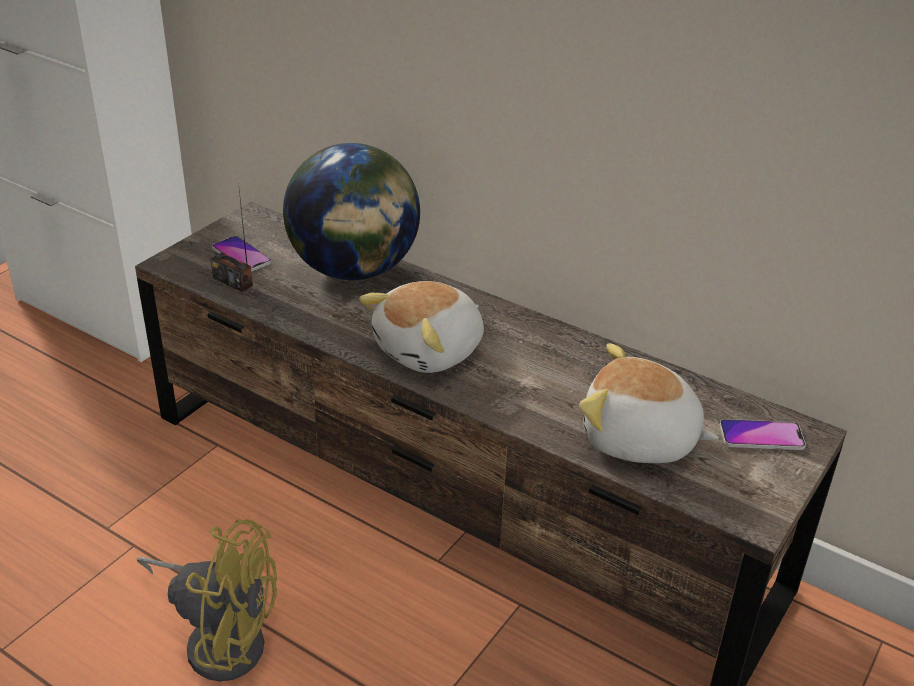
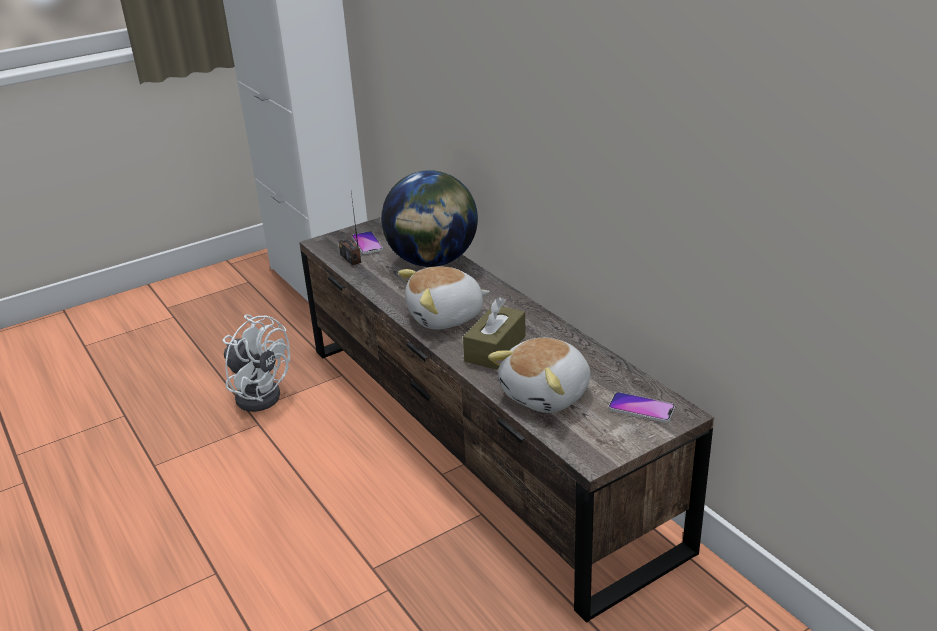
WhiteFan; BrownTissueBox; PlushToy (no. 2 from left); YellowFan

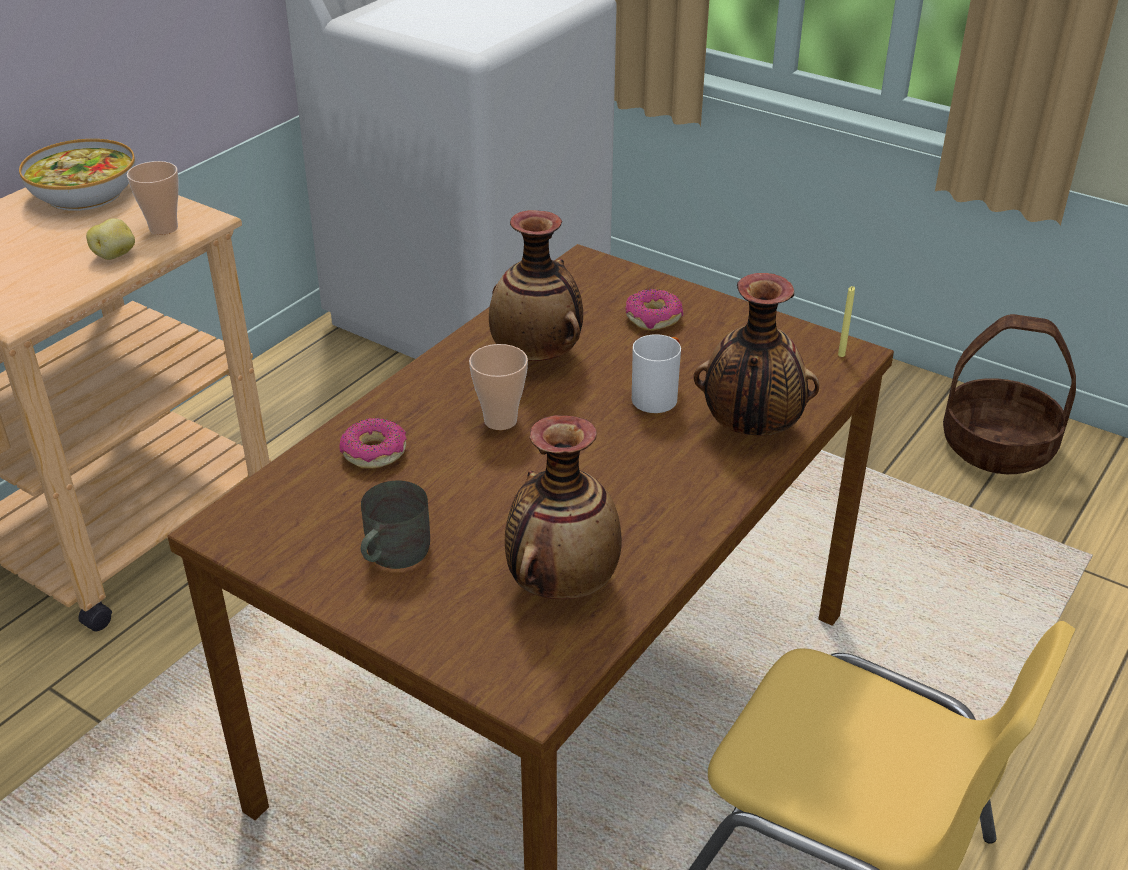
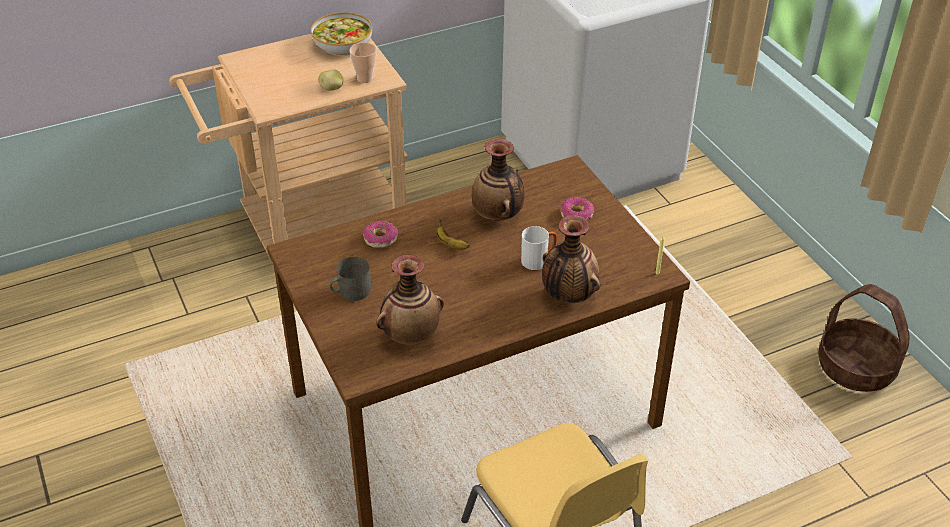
Banana

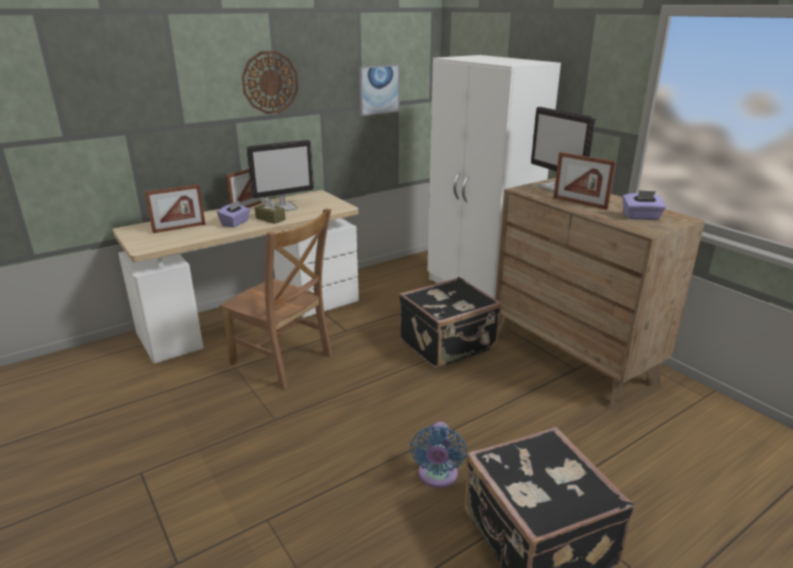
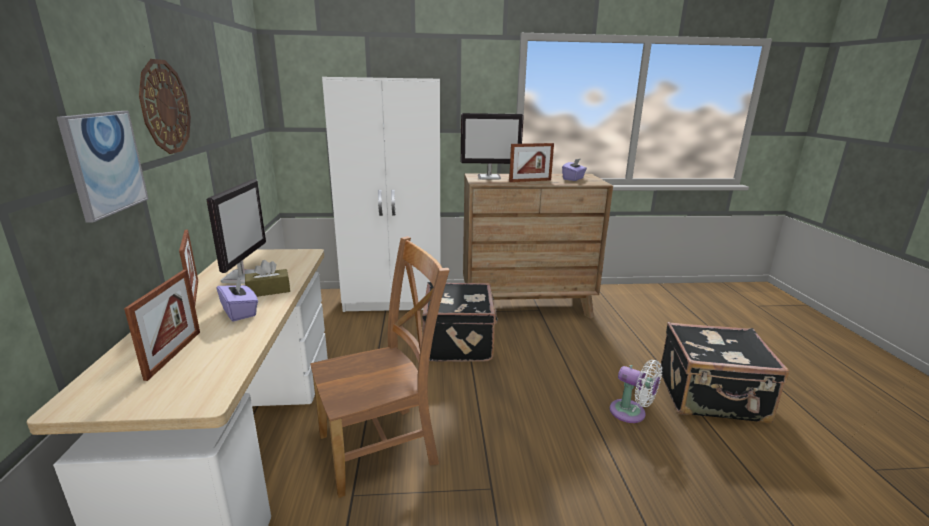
Picture; WhiteFan

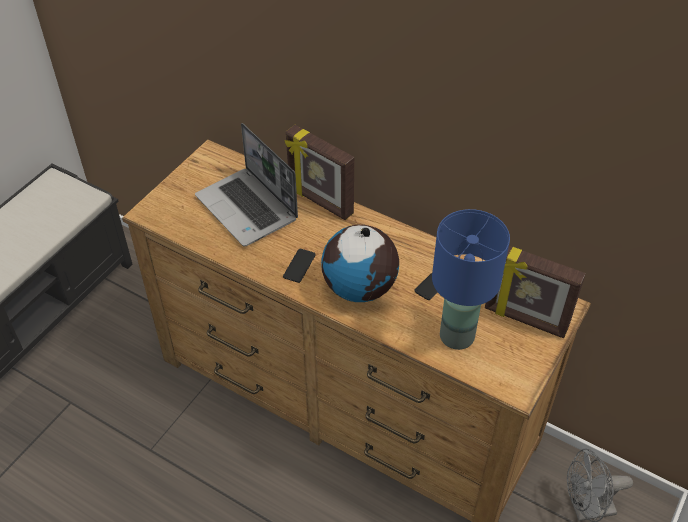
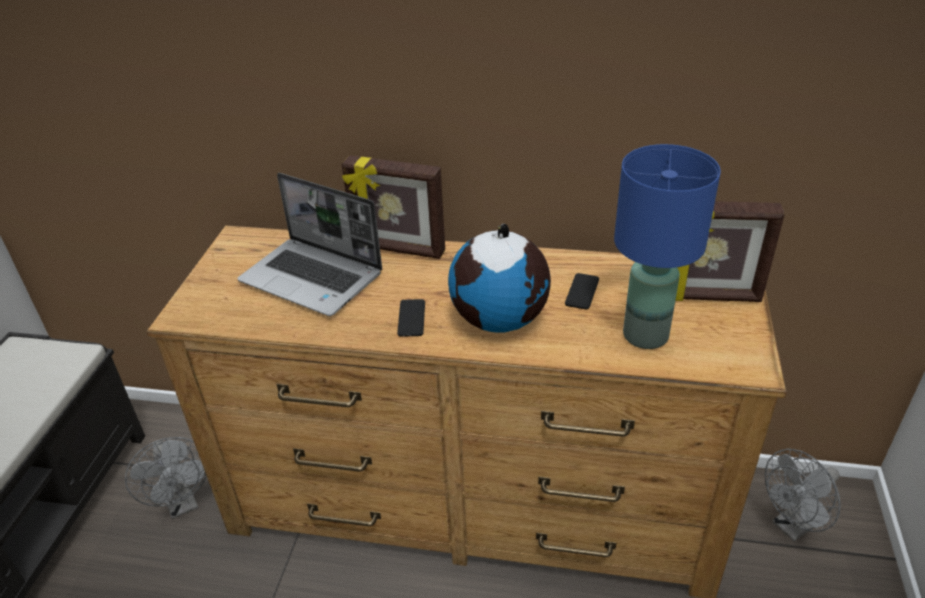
GreyFan (no. 1 from left)

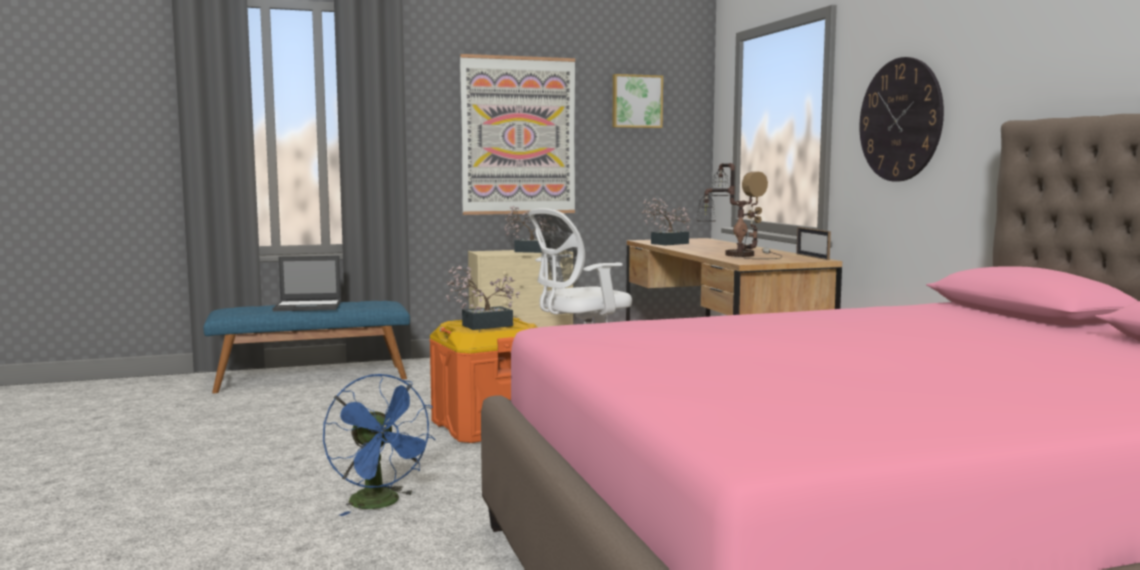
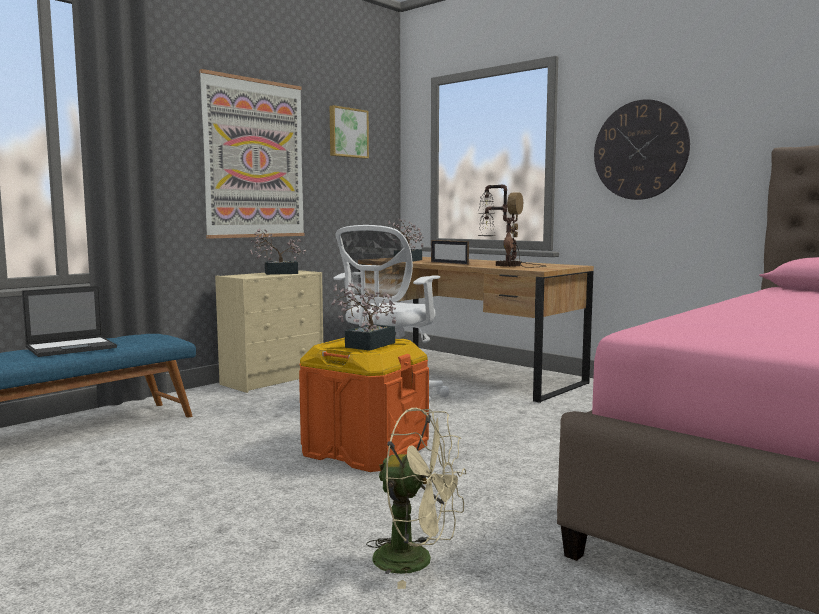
BeigeFan; PictureFrame

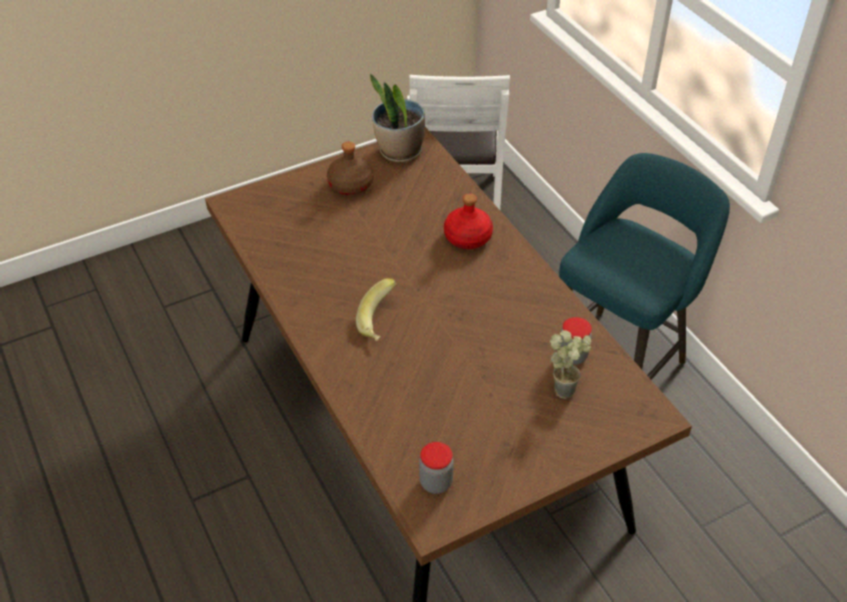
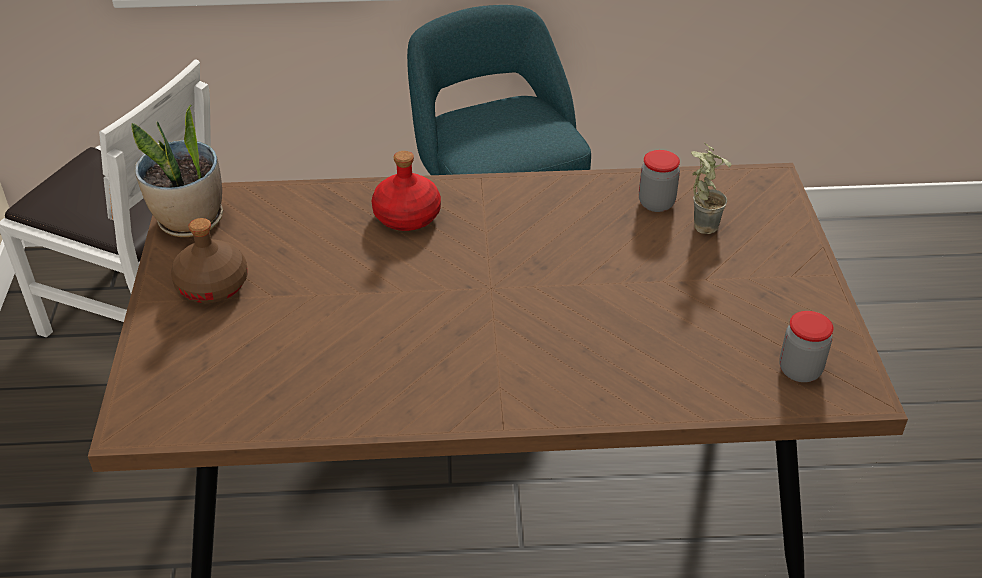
Banana

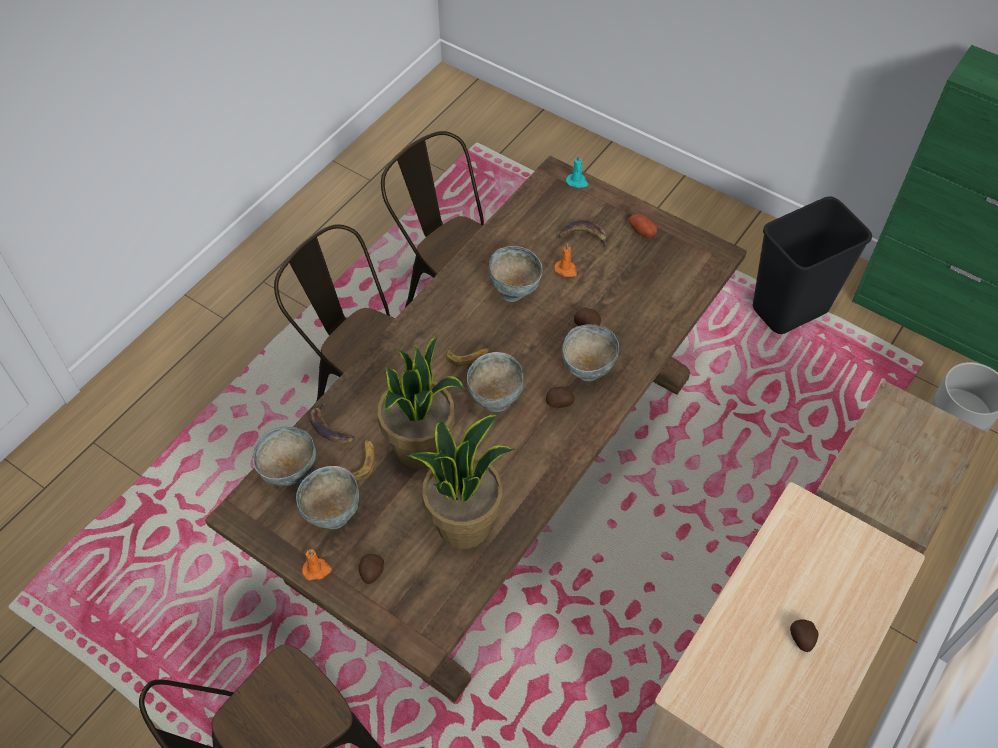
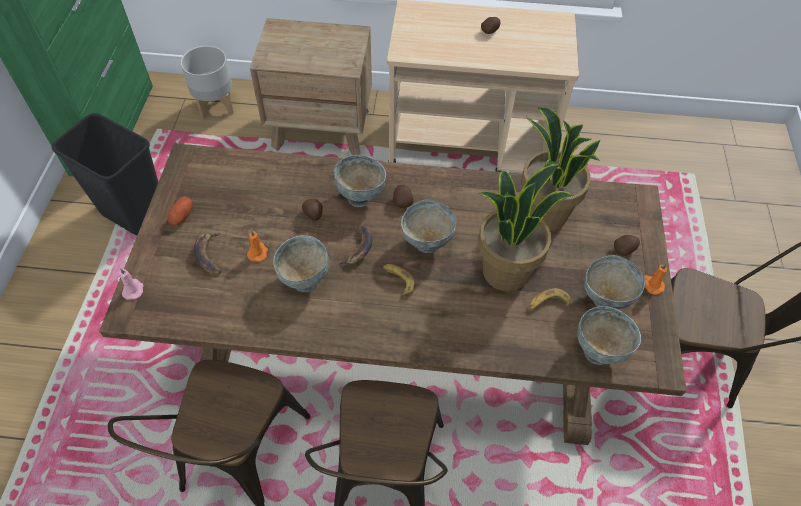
PinkCandle; Banana (no. 2 from left)

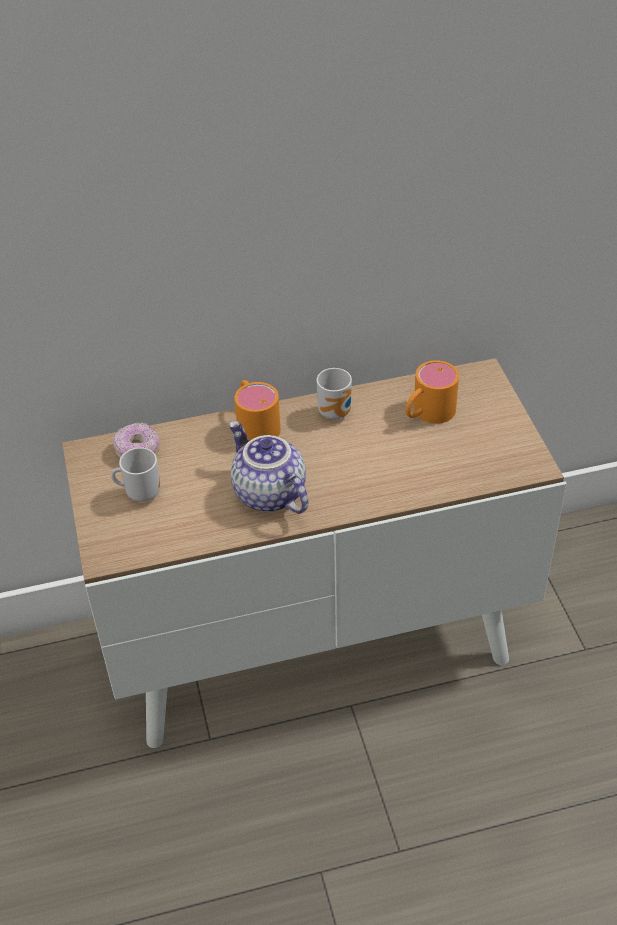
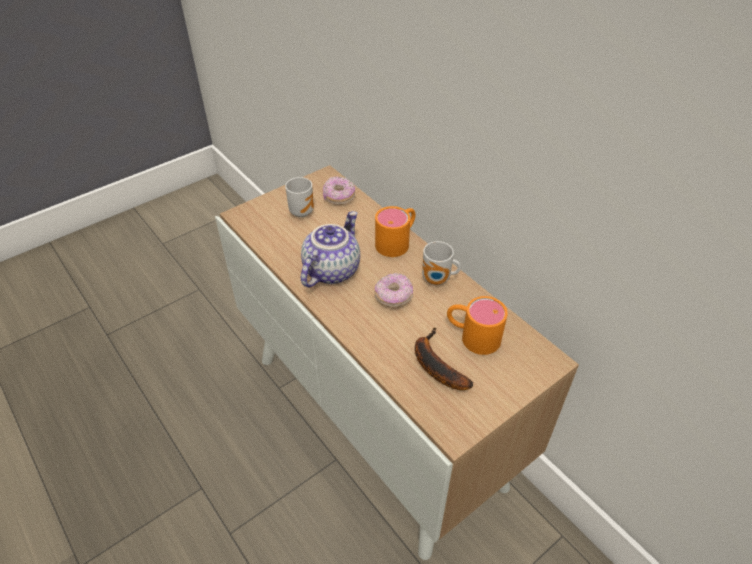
Donut (no. 2 from left); Banana

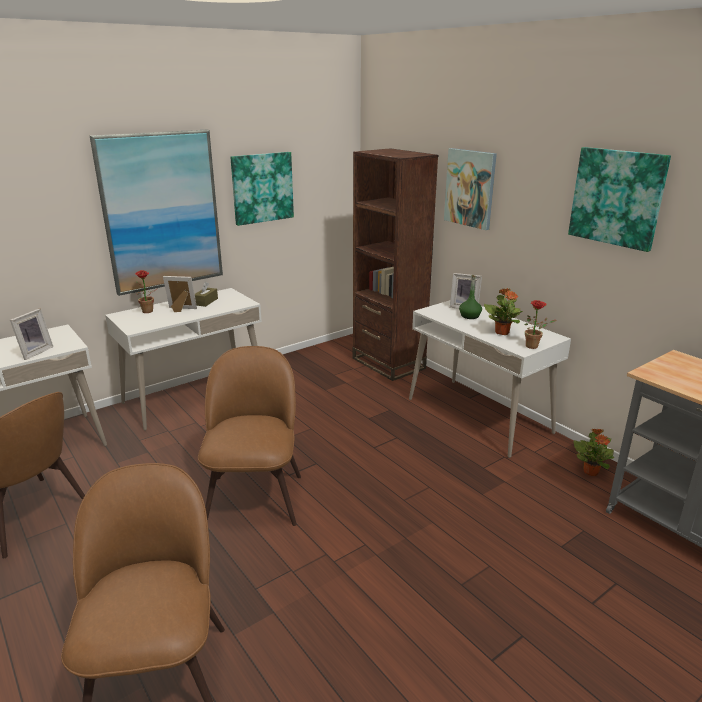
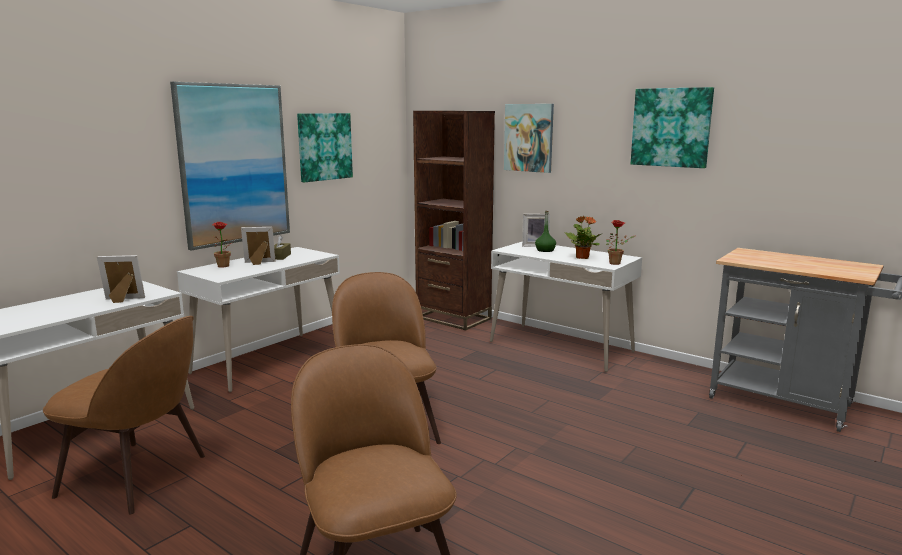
PictureFrame (no. 1 from left); PottedPlant (no. 4 from left in the first image)

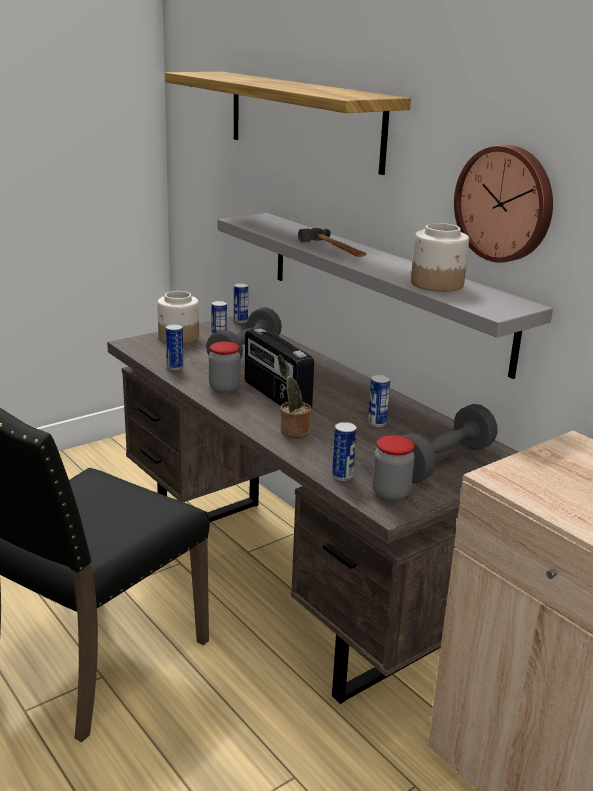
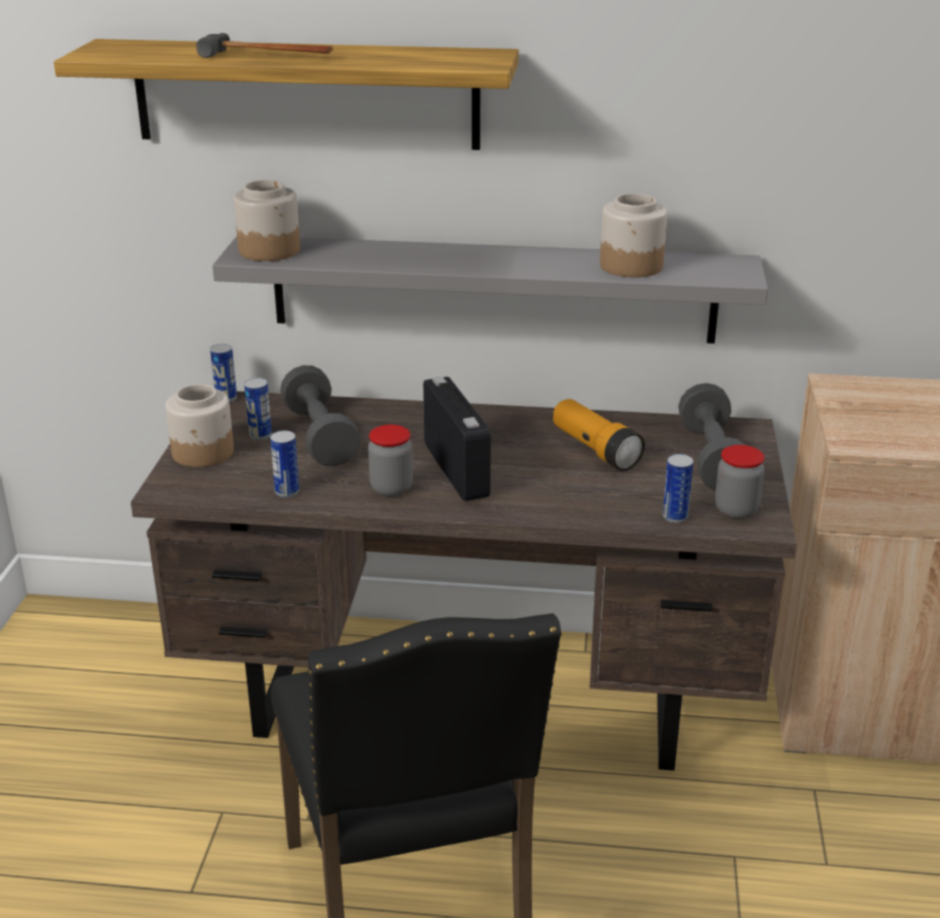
Hammer; Jar (no. 2 from left); Radio; Flashlight; PottedPlant; WallClock

